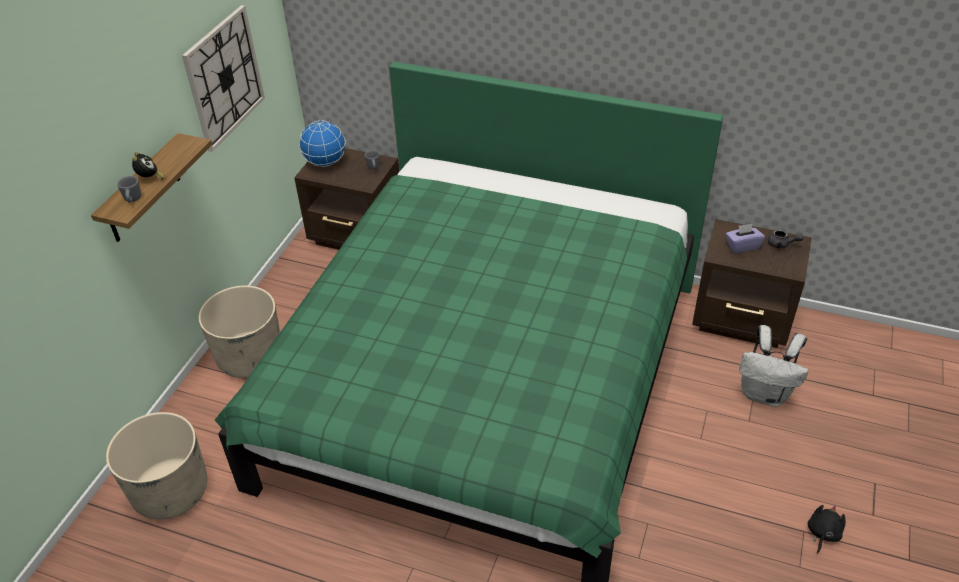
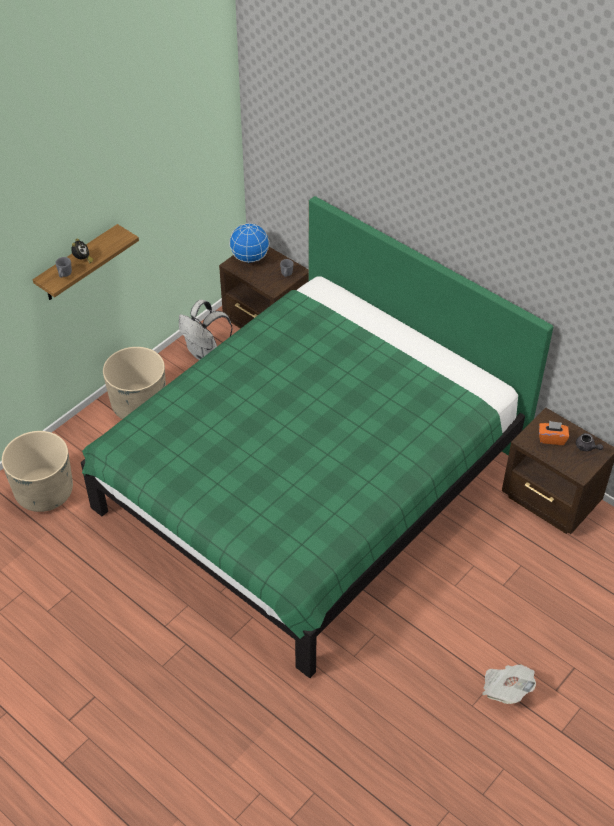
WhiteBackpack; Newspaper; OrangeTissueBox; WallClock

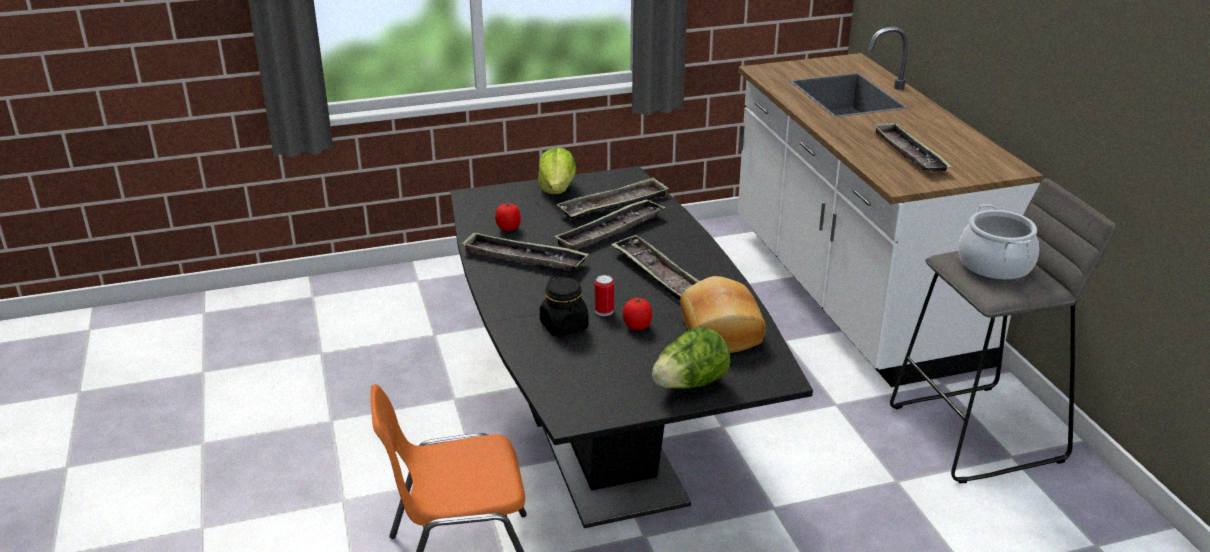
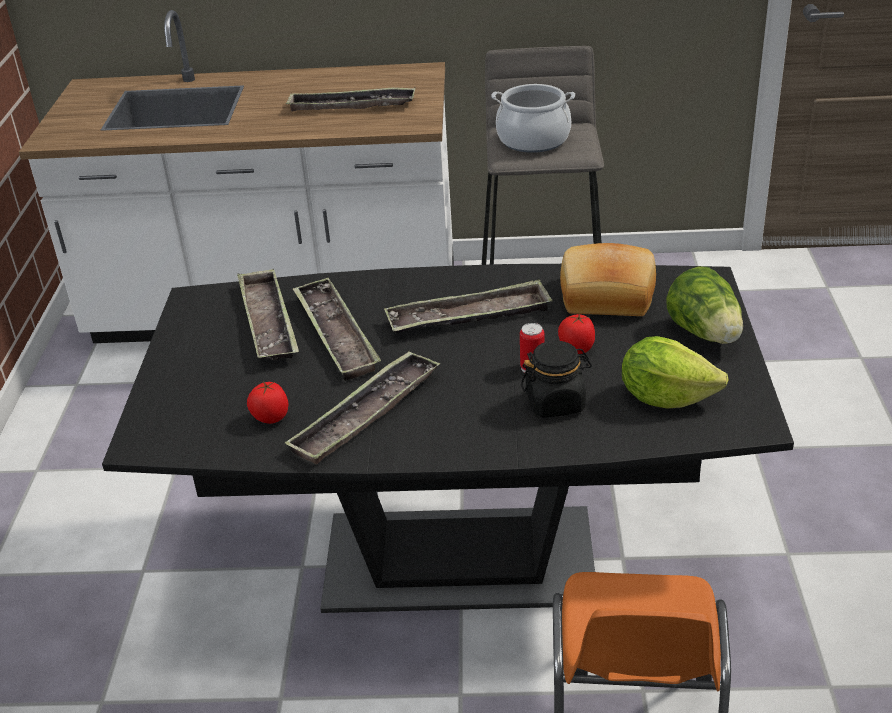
Lettuce (no. 1 from left)

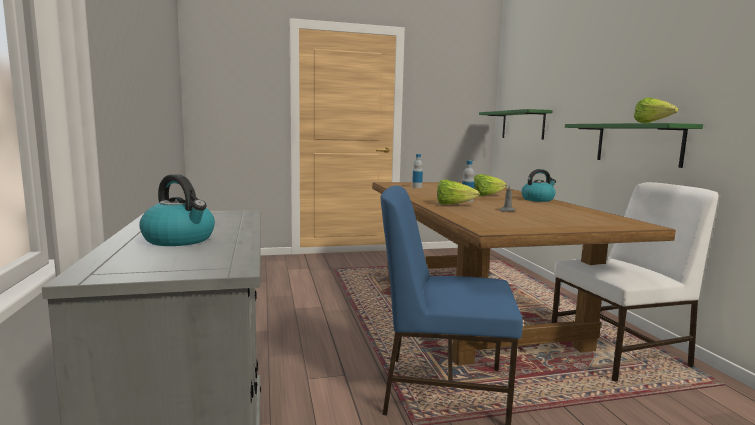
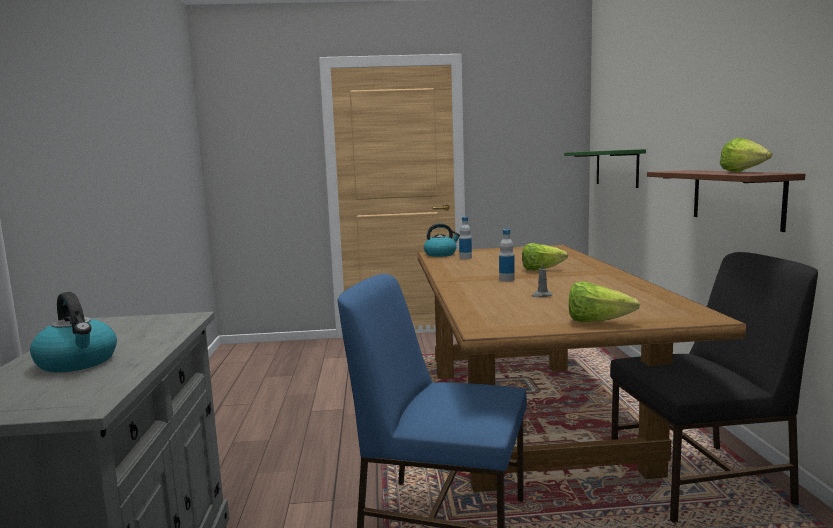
Kettle (no. 2 from left); Lettuce (no. 2 from left); BlackChair; BrownShelf

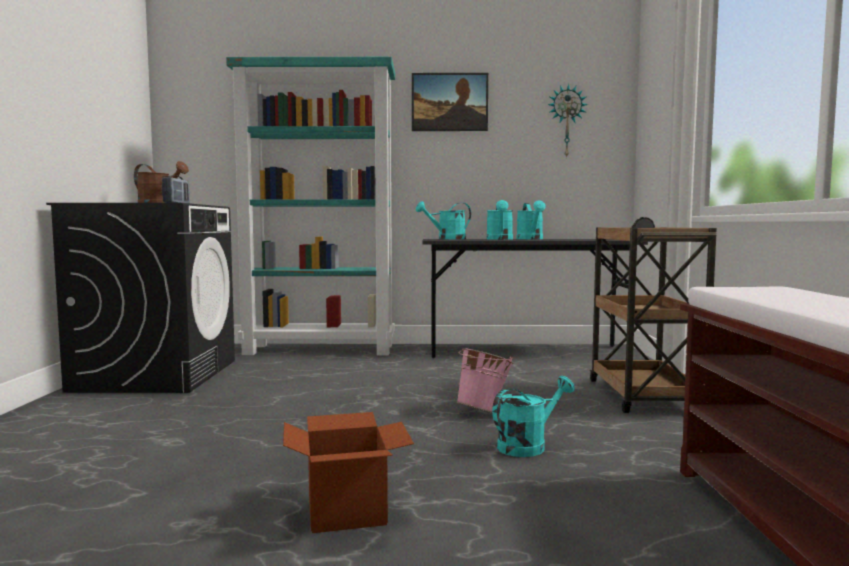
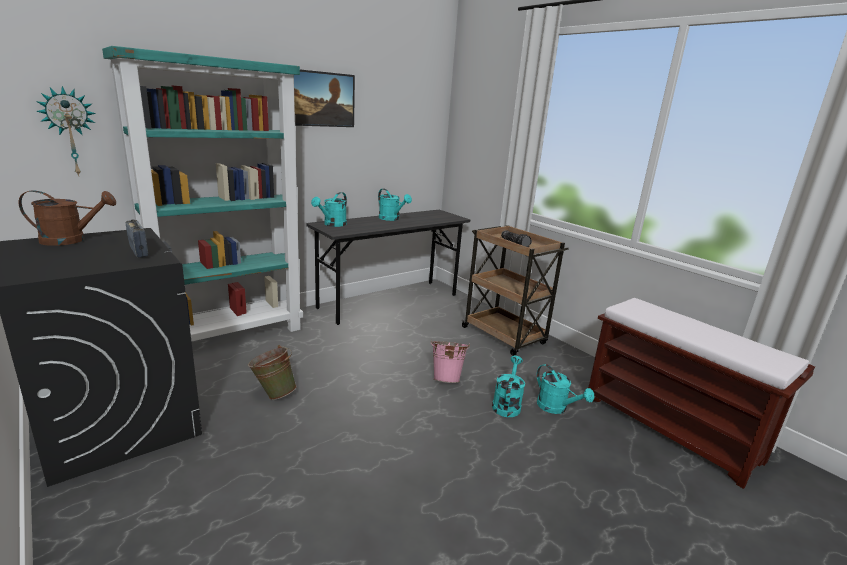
WallClock; GreenBucket; TurquoiseWateringCan (no. 4 from left); CardboardBox

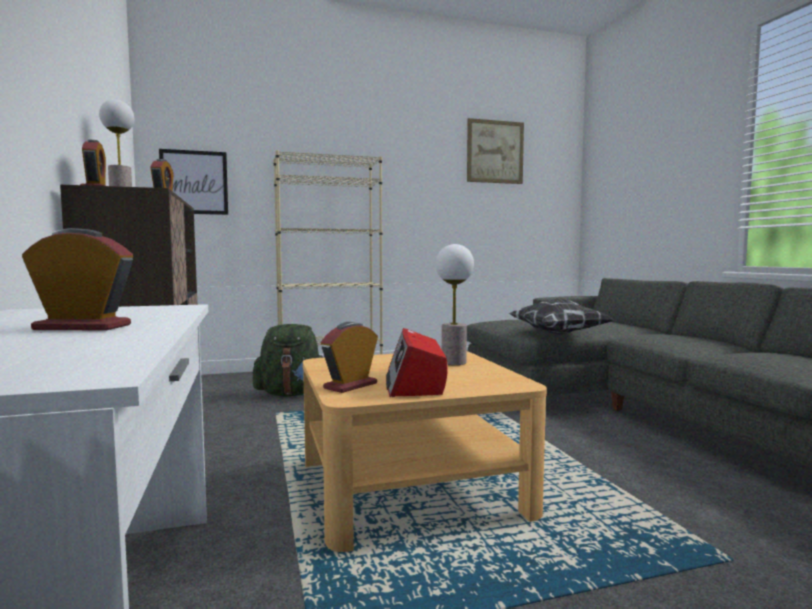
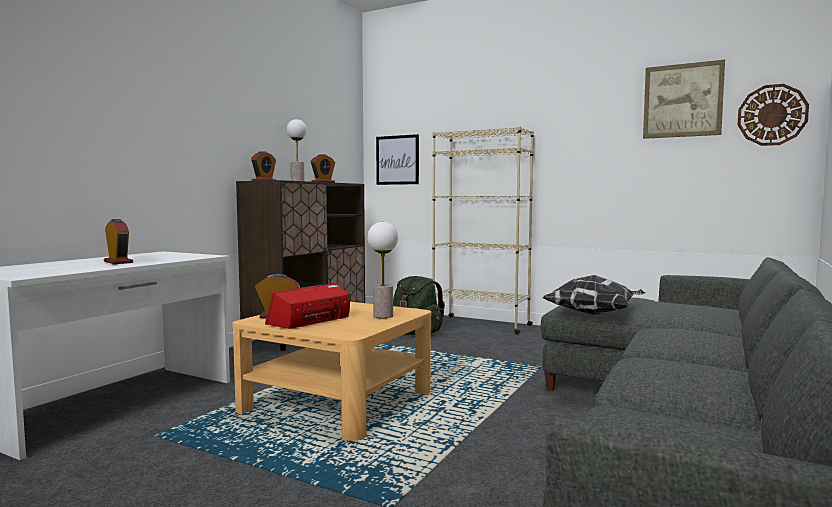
WallClock

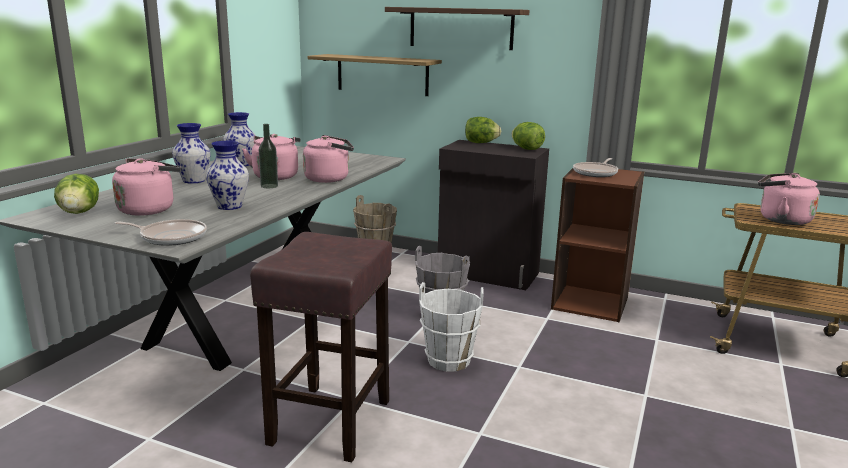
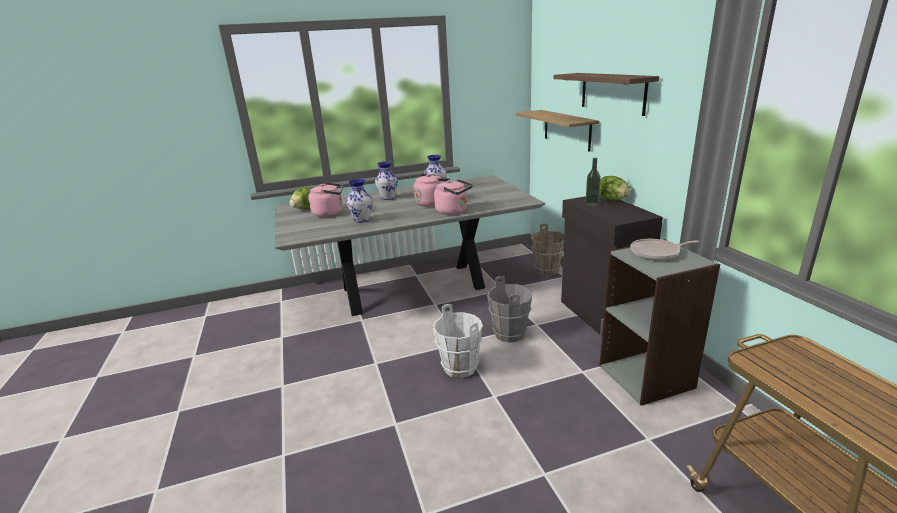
Bottle; GreyBookcase; FryingPan (no. 1 from left in the first image); BrownStool; Lettuce (no. 3 from left in the first image); PinkKettle (no. 4 from left in the first image)

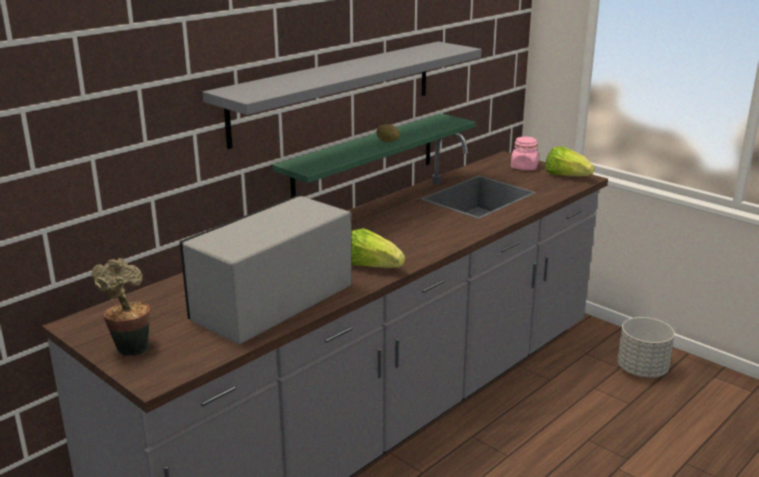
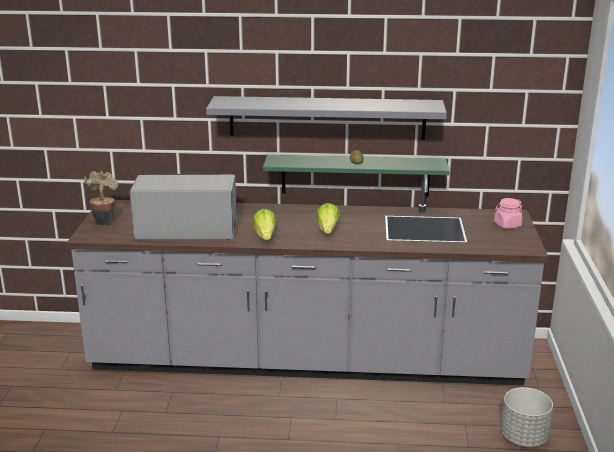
Lettuce (no. 2 from left)

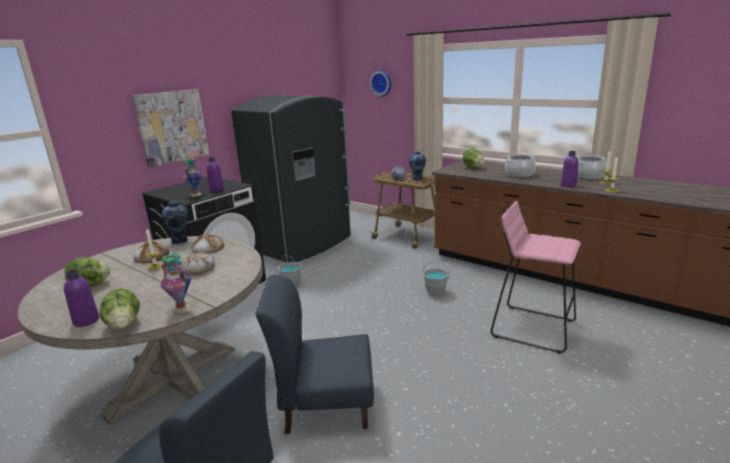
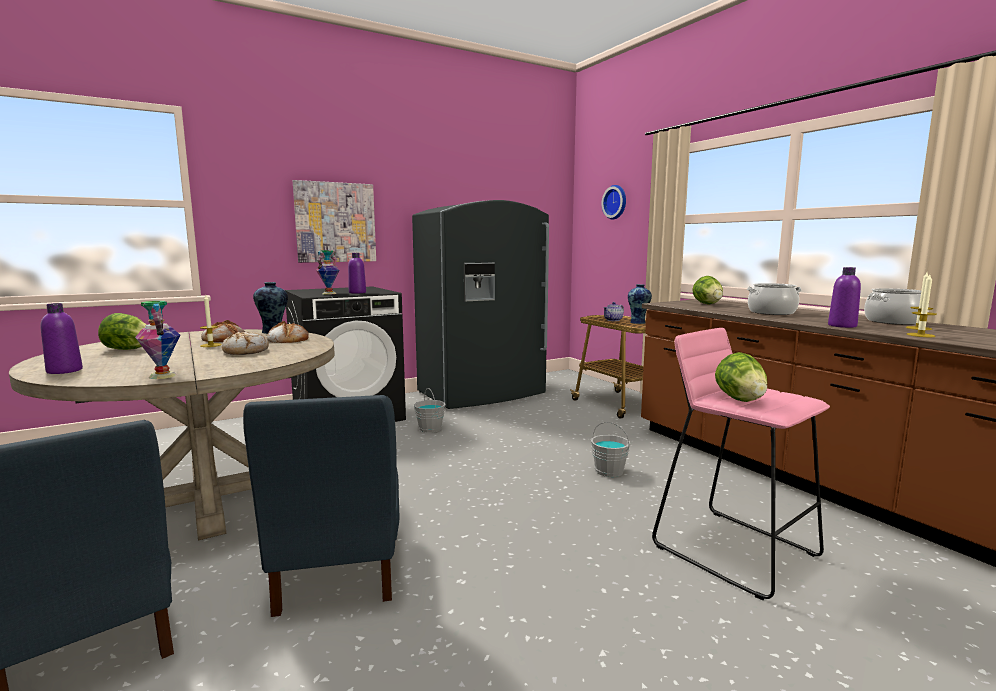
BlueChair (no. 2 from left); Lettuce (no. 3 from left)

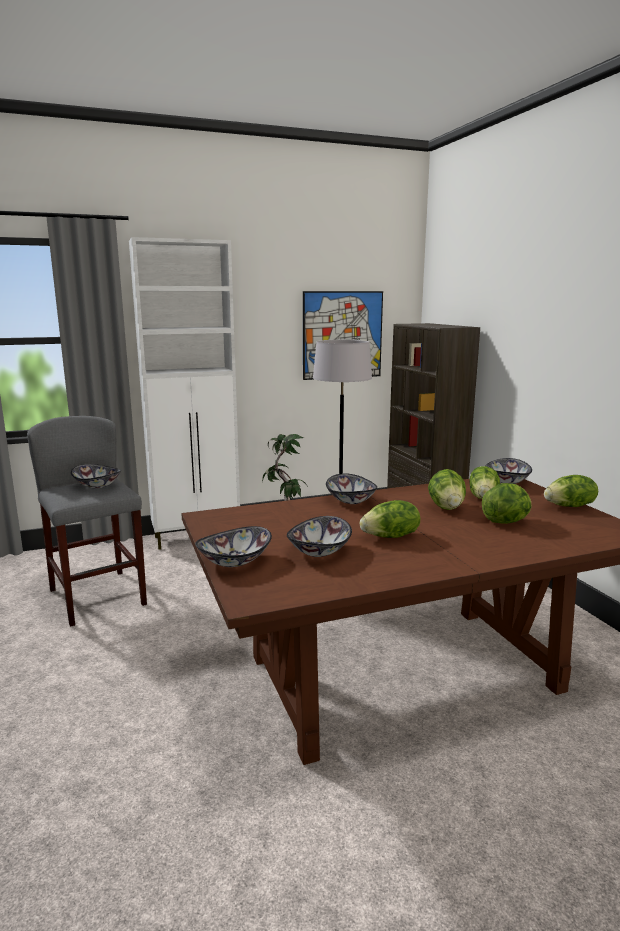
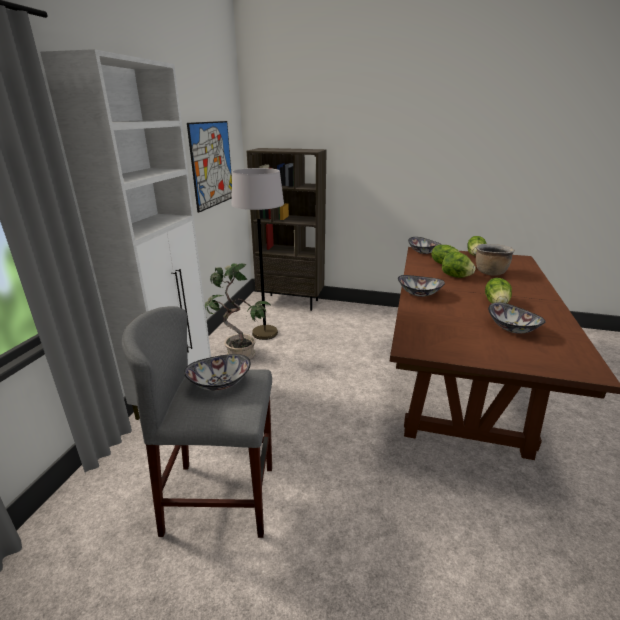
BrownCookingPot; Bowl (no. 2 from left in the first image)

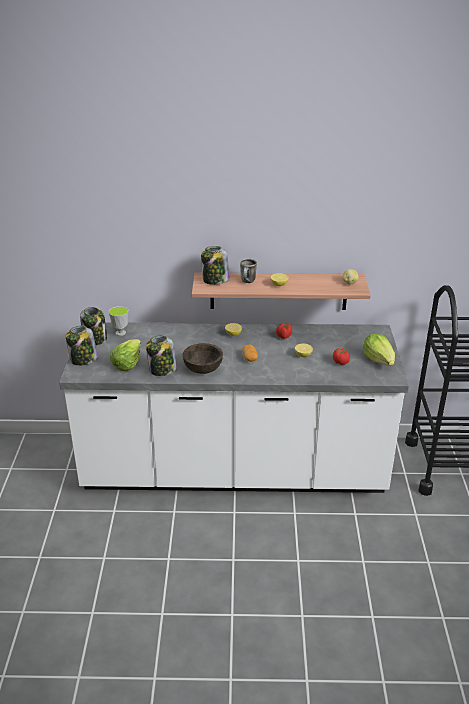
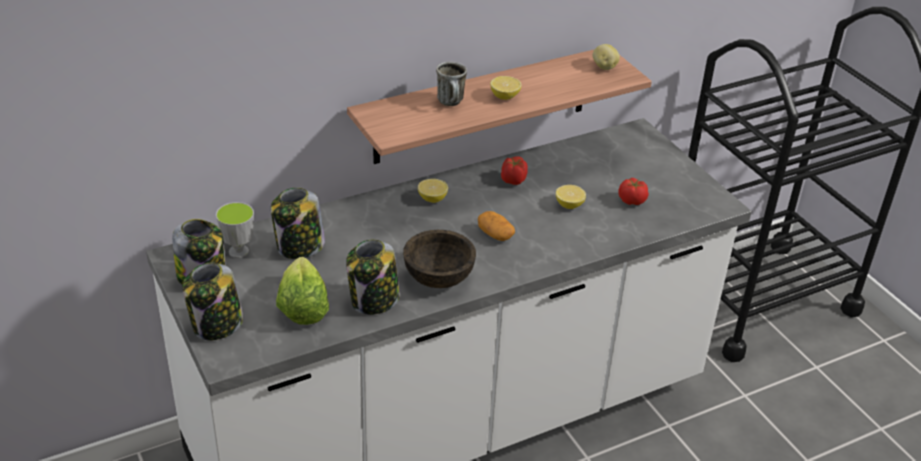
Jar (no. 3 from left); Lettuce (no. 2 from left in the first image)

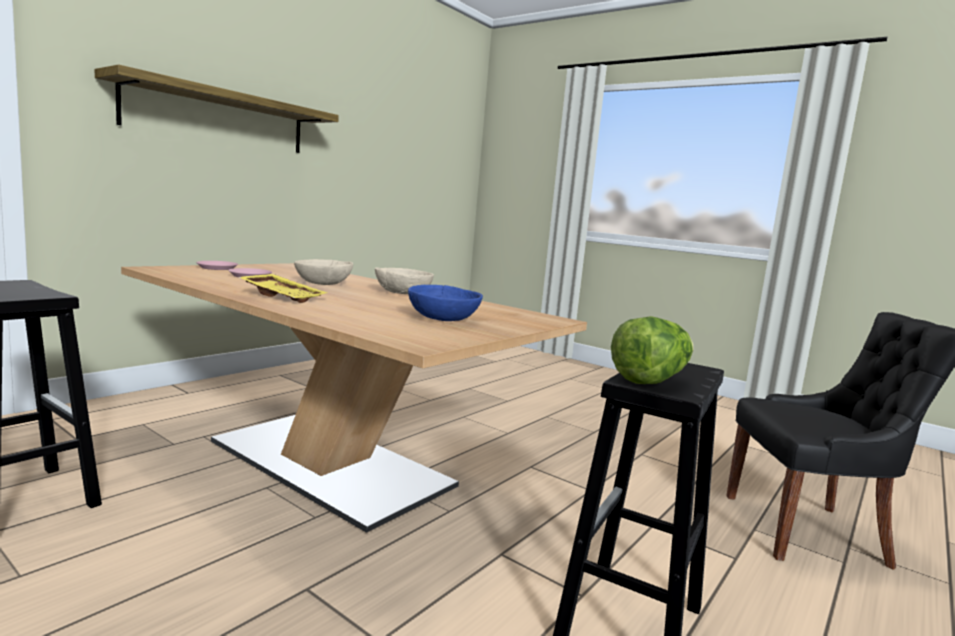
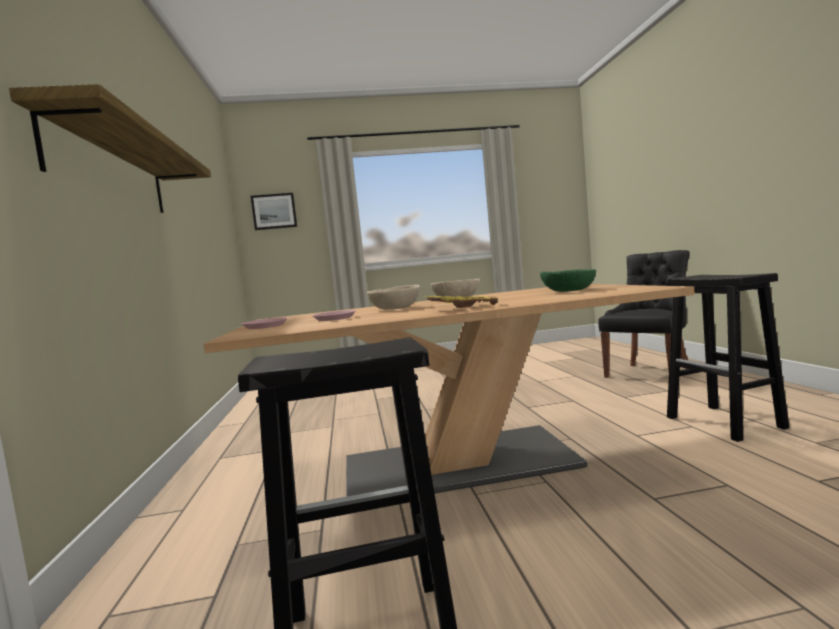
Picture; GreenBowl; Lettuce

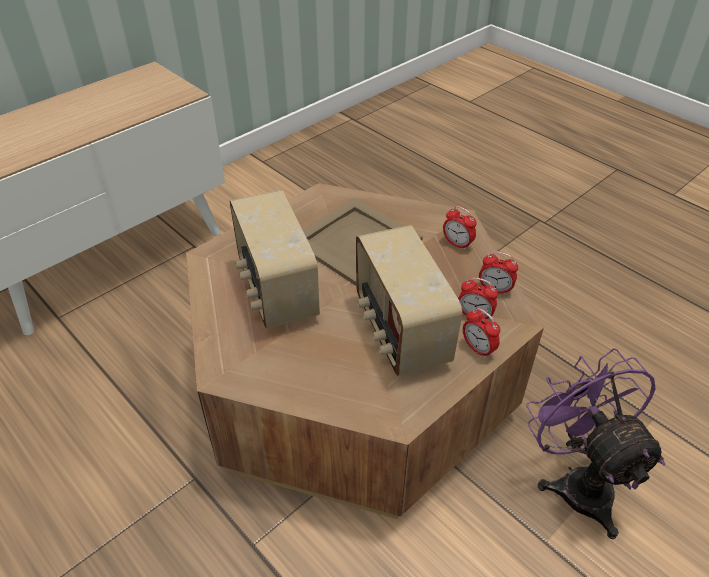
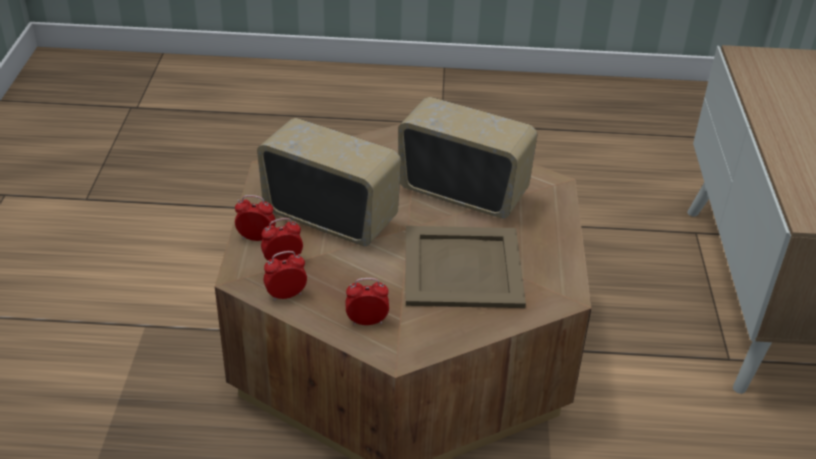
PurpleFan

